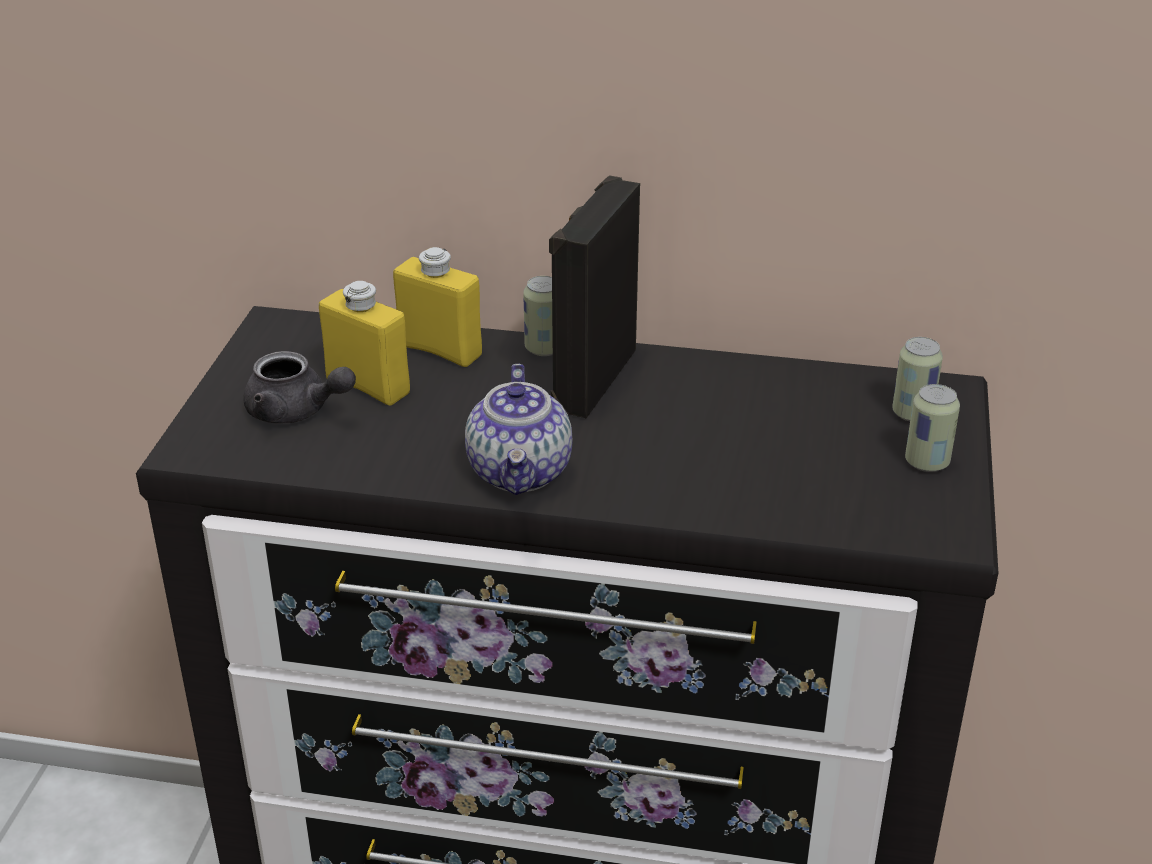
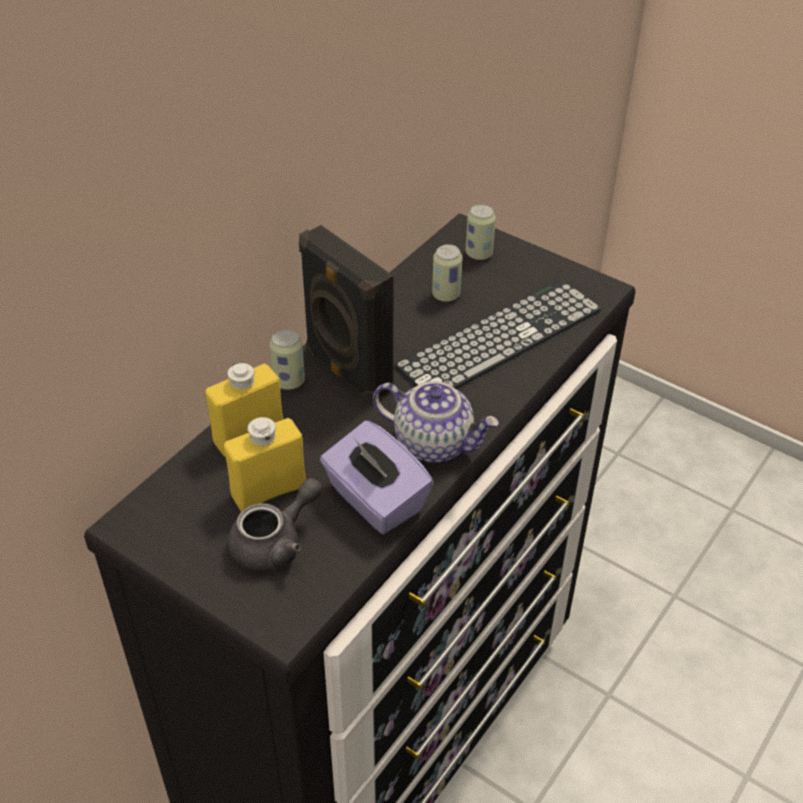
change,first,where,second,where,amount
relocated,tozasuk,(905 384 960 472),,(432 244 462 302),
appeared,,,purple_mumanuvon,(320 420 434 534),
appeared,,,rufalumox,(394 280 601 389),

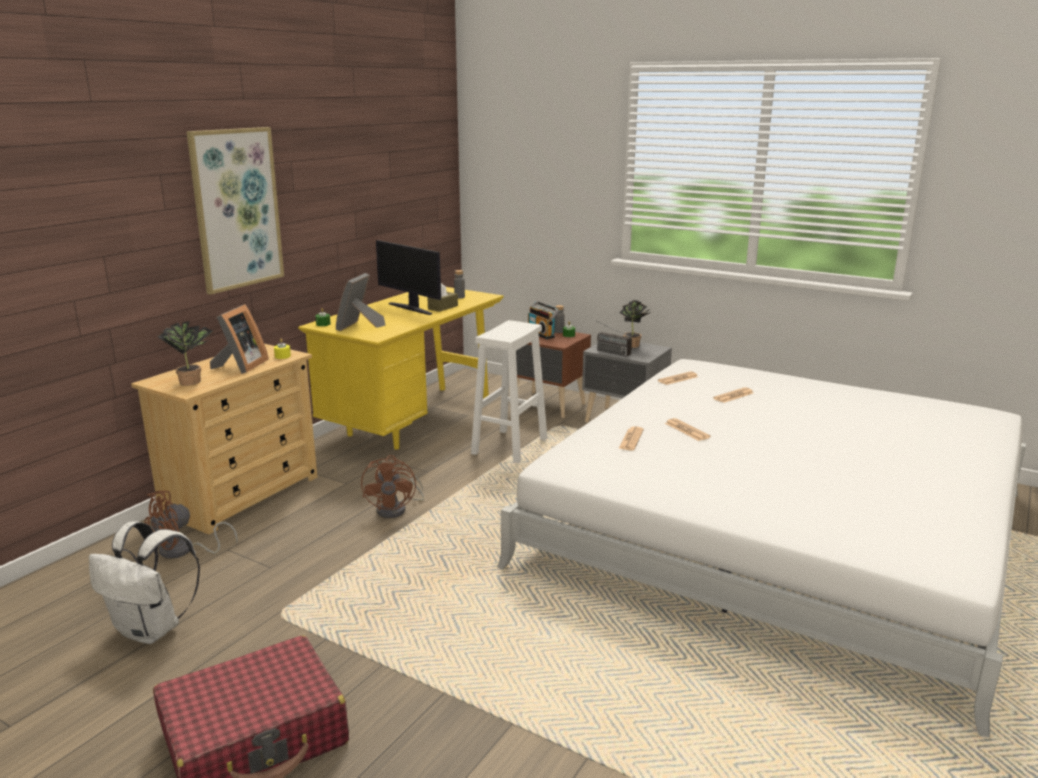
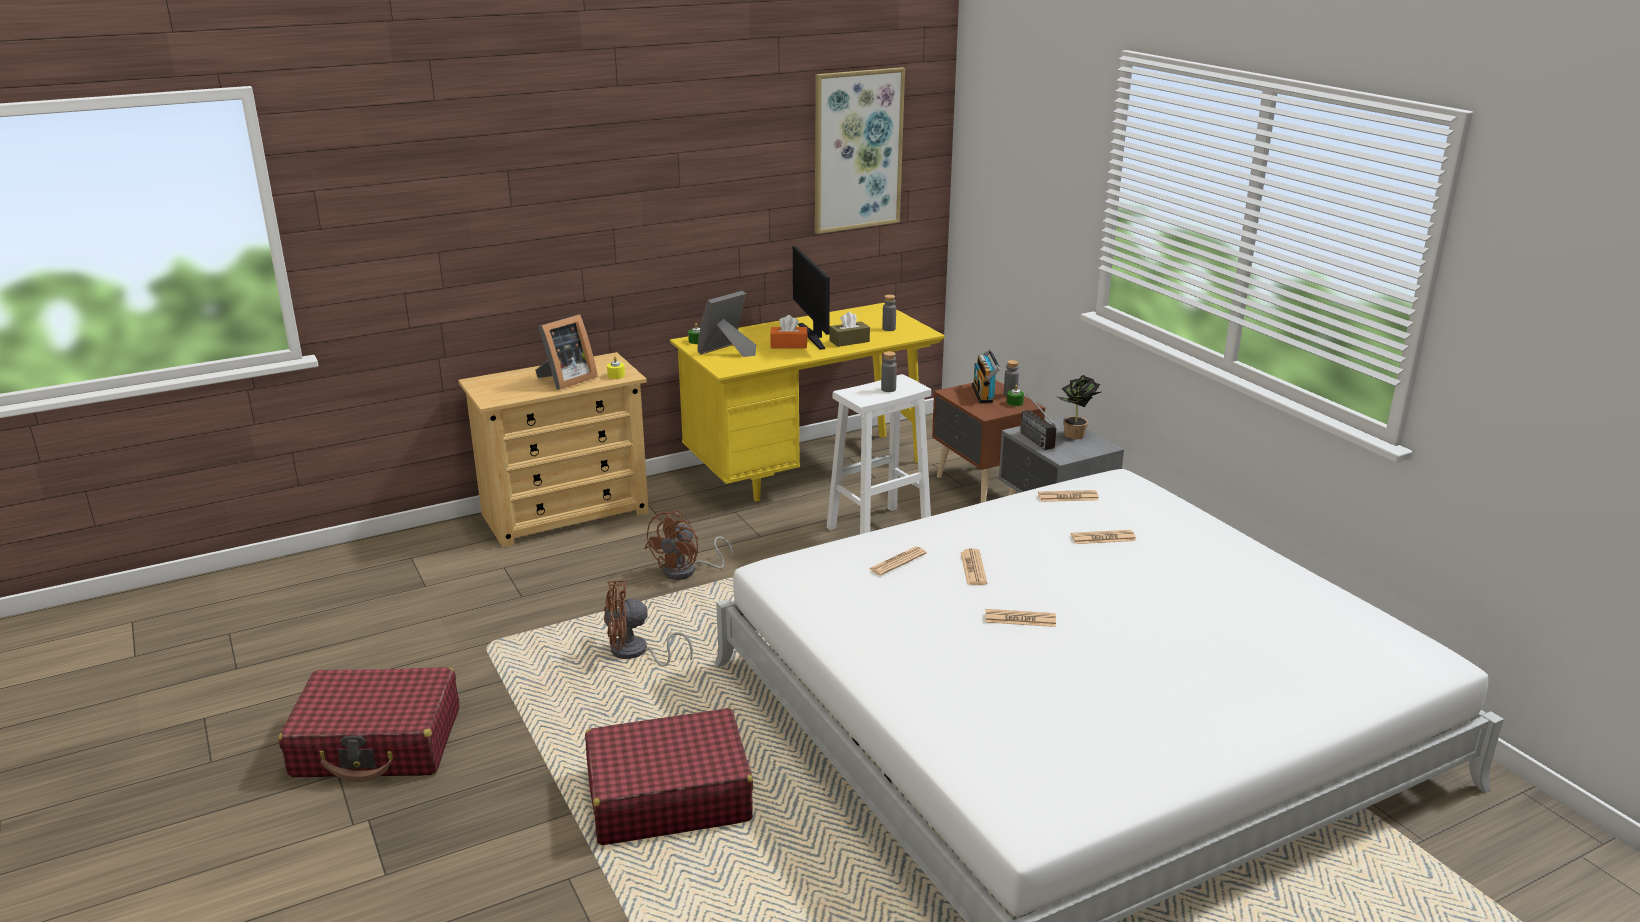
change,first,where,second,where,amount
missing,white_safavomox,(89 521 200 644),,,
relocated,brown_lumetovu,(145 491 238 559),,(604 580 693 666),
missing,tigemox,(158 321 213 386),,,
relocated,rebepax,(187 127 284 295),,(815 67 905 234),
appeared,,,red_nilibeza,(585 708 753 845),
appeared,,,orange_mumanuvon,(770 315 808 348),
appeared,,,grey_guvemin,(881 351 897 392),
appeared,,,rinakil,(985 609 1056 627),

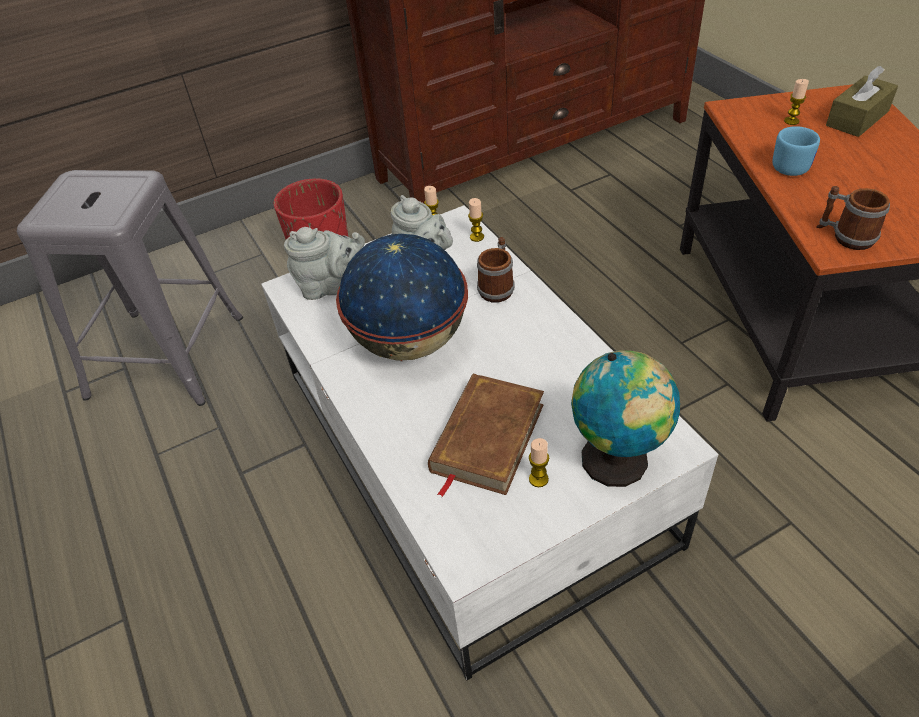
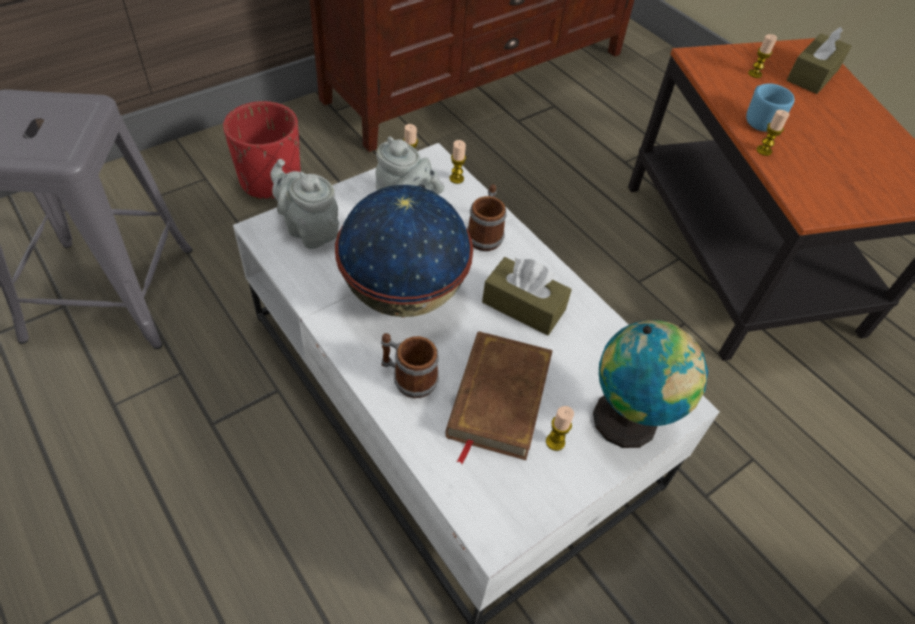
change,first,where,second,where,amount
spun,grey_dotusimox,(284 227 365 300),,(270 159 339 249),120 degrees counterclockwise
relocated,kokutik,(816 186 890 250),,(381 333 439 398),
appeared,,,brown_mumanuvon,(482 257 572 336),
appeared,,,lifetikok,(756 110 789 156),

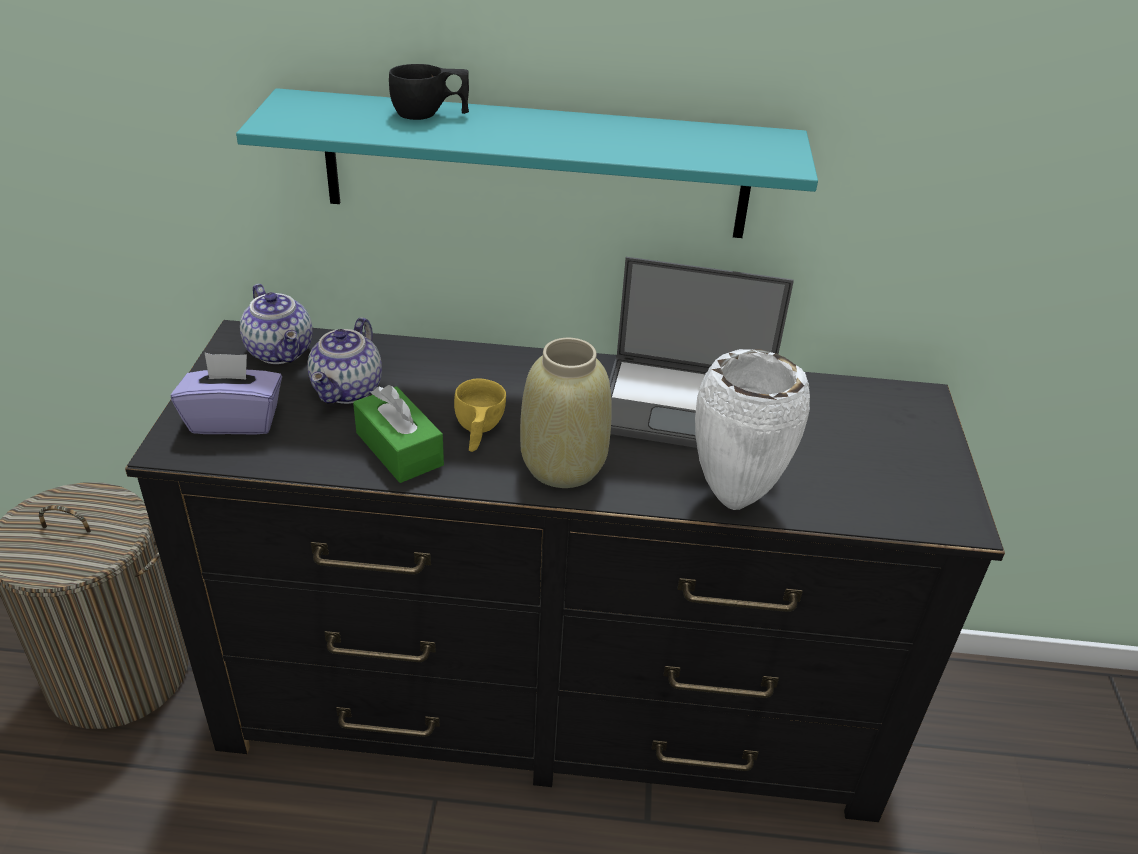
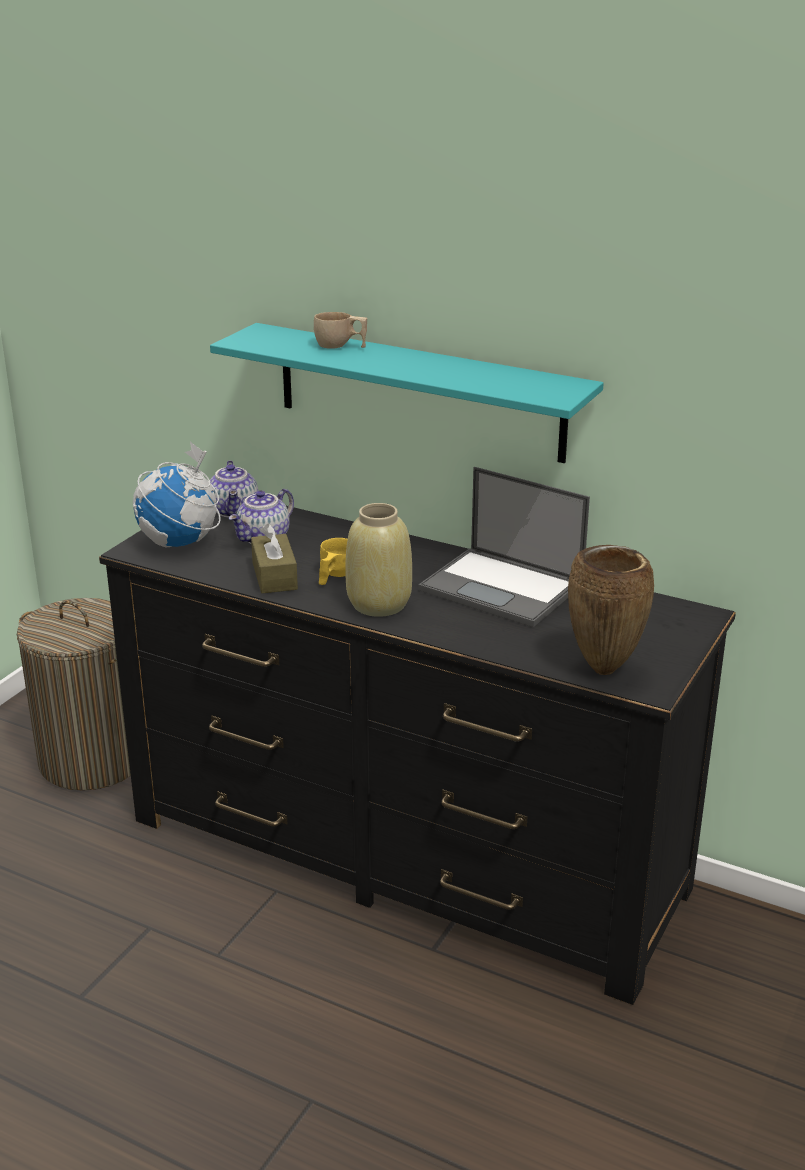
change,first,where,second,where,amount
exchanged,purple_mumanuvon,(171 353 282 435),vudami,(133 442 221 548),
colour,green_mumanuvon,(353 385 444 483),brown_mumanuvon,(251 523 298 593),
colour,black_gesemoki,(389 64 469 120),beige_gesemoki,(314 312 367 349),
missing,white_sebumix,(695 349 810 510),,,
appeared,,,brown_sebumix,(568 545 654 675),

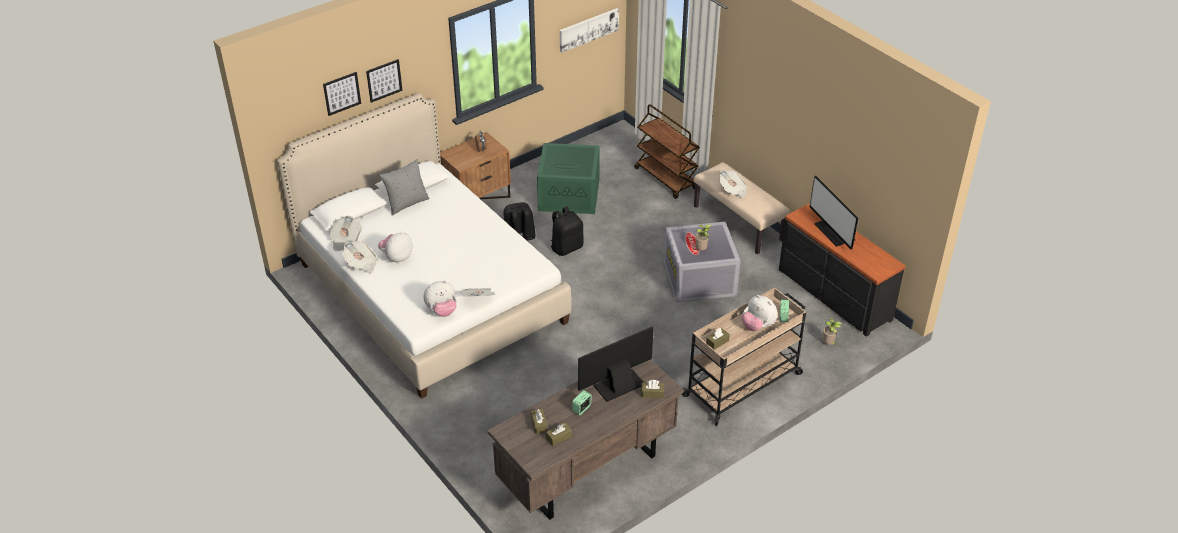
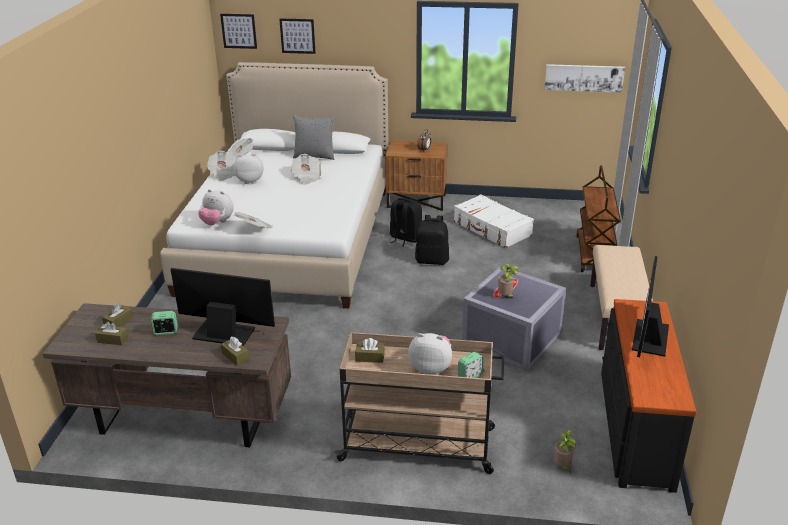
change,first,where,second,where,amount
relocated,rebepax,(366 59 403 103),,(220 14 257 49),
exchanged,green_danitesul,(537 143 600 214),white_nilibeza,(454 194 534 248),
relocated,rinakil,(719 170 748 199),,(291 154 322 185),
spun,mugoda,(741 295 778 331),,(408 333 452 375),105 degrees clockwise

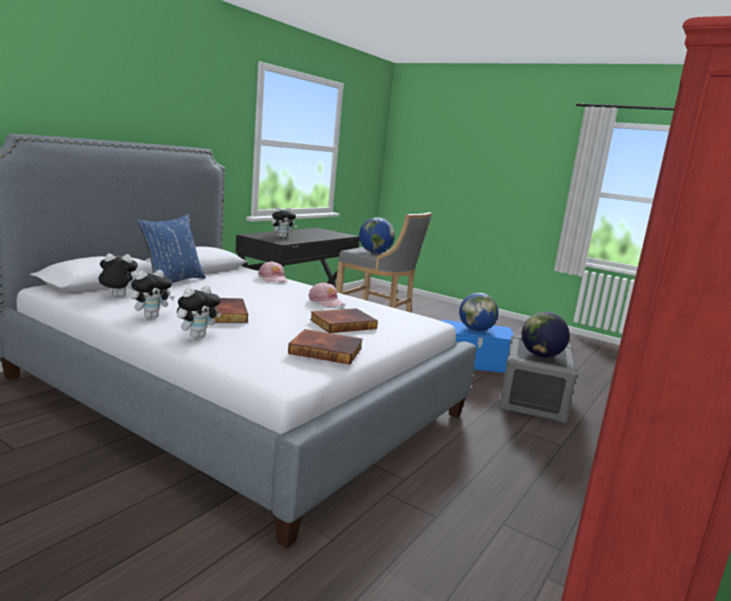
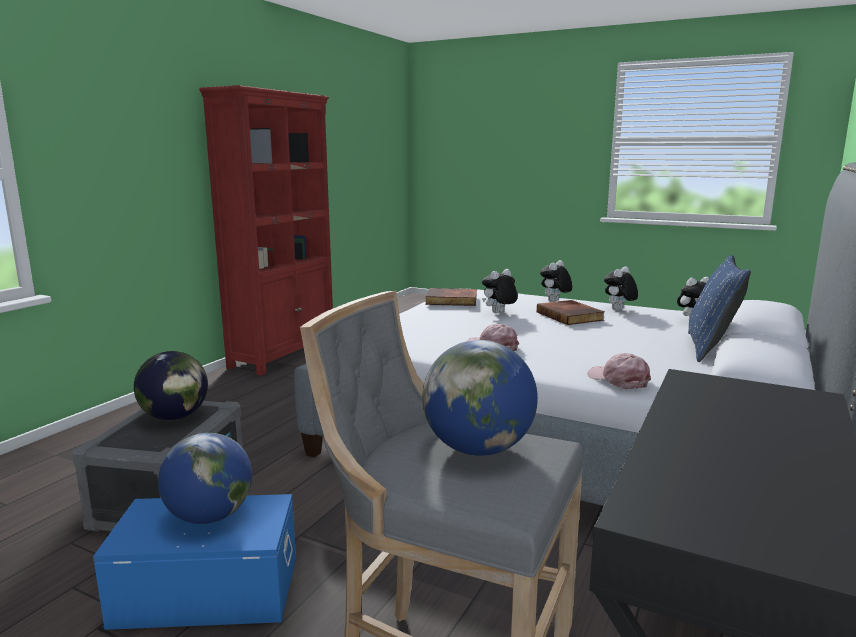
change,first,where,second,where,amount
relocated,mugoda,(271 207 297 238),,(482 269 518 313),
missing,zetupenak,(310 308 378 333),,,

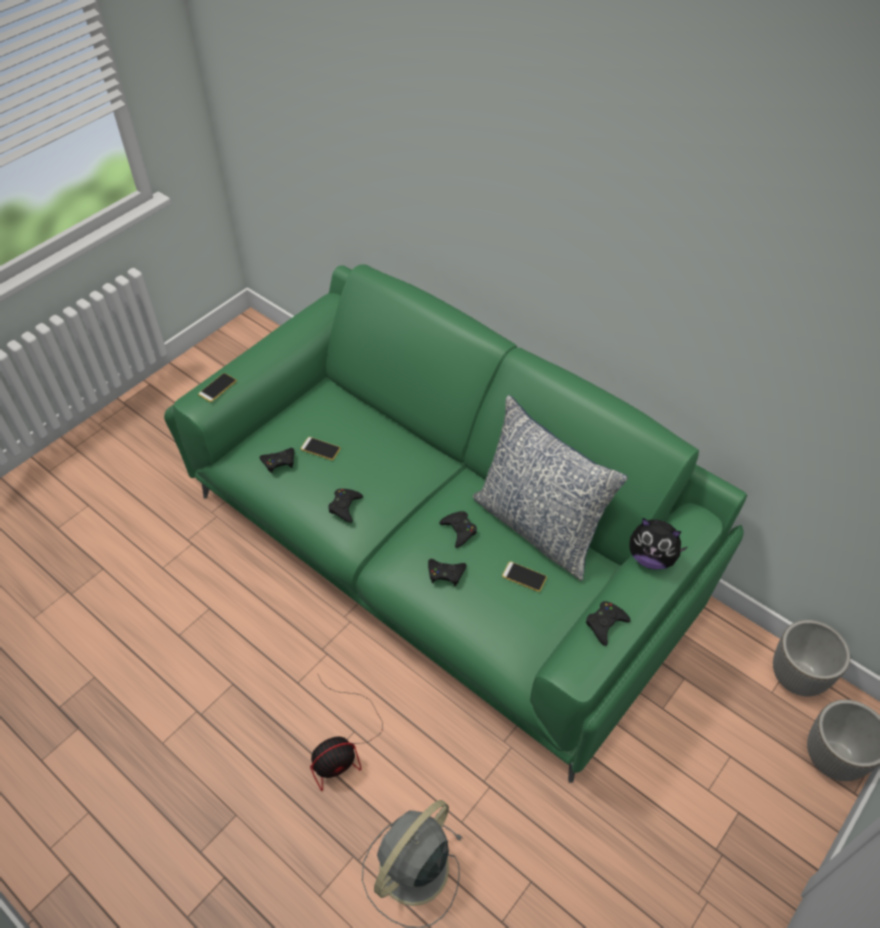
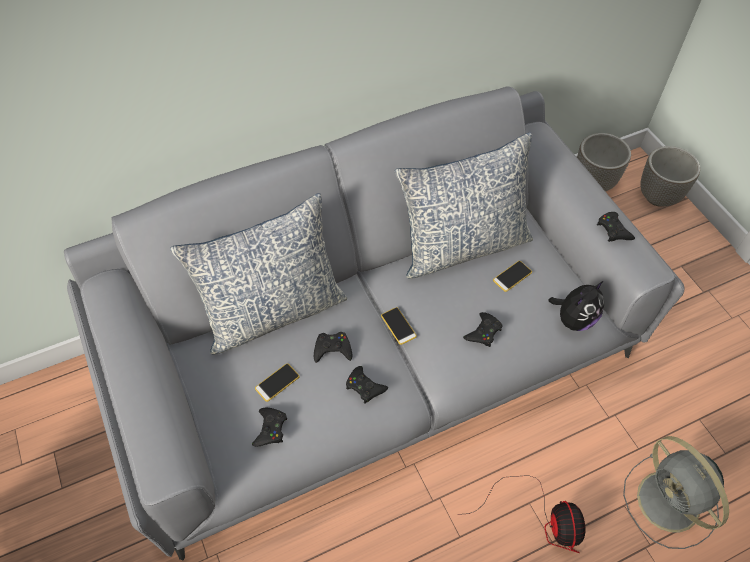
change,first,where,second,where,amount
colour,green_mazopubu,(164 265 747 783),grey_mazopubu,(64 87 684 561),
relocated,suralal,(198 373 237 402),,(381 307 417 345),
relocated,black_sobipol,(439 511 477 548),,(314 332 352 363),
relocated,mugoda,(629 518 687 570),,(548 281 605 331),
appeared,,,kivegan,(170 193 347 355),

